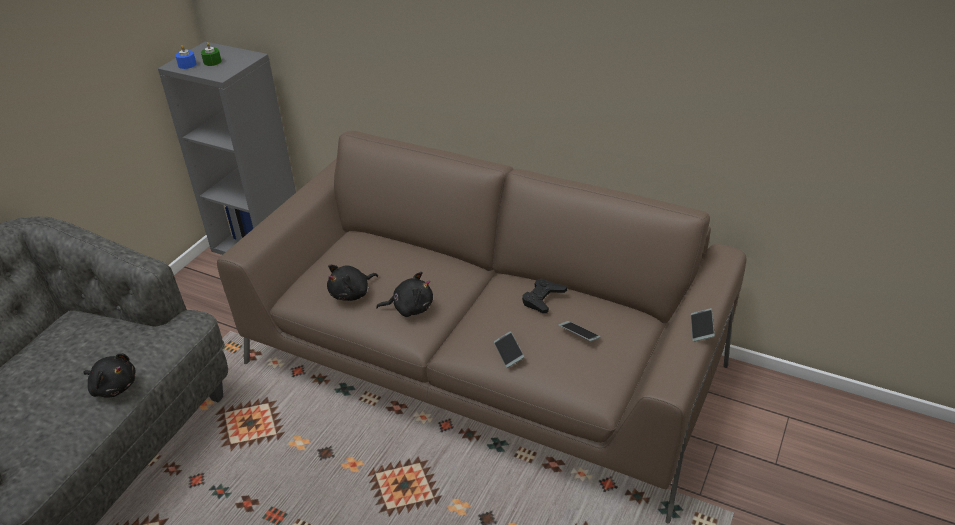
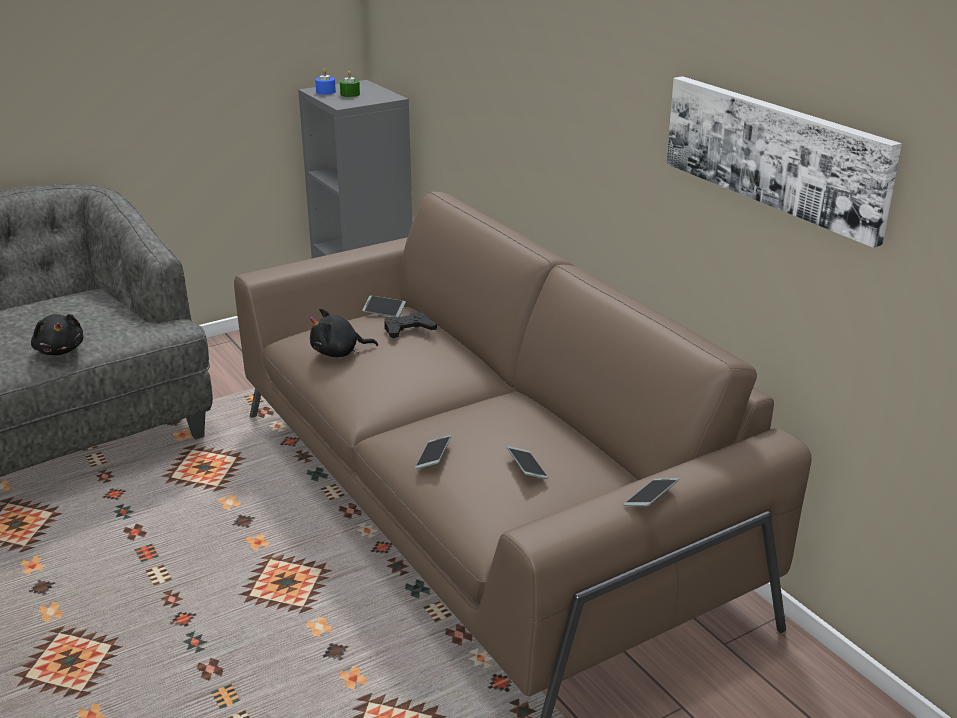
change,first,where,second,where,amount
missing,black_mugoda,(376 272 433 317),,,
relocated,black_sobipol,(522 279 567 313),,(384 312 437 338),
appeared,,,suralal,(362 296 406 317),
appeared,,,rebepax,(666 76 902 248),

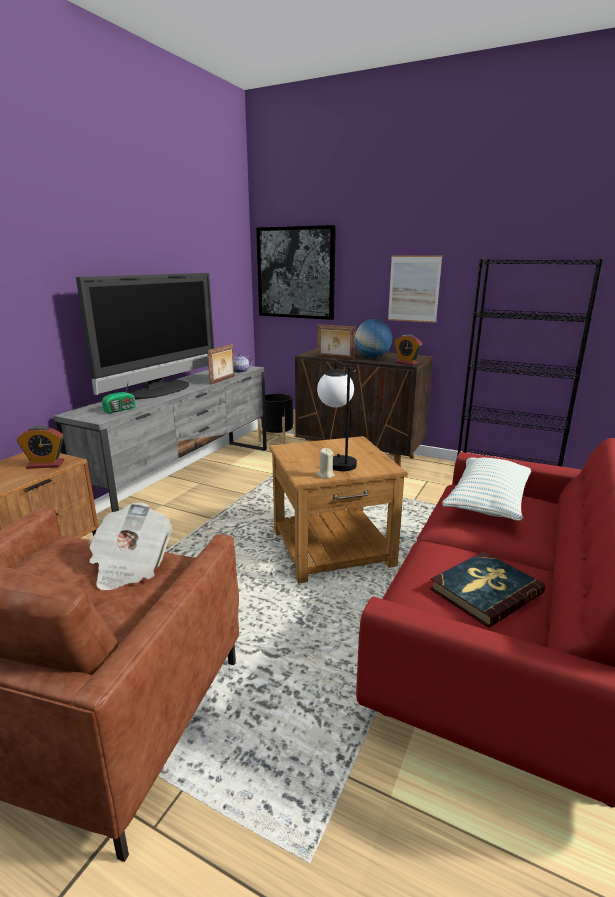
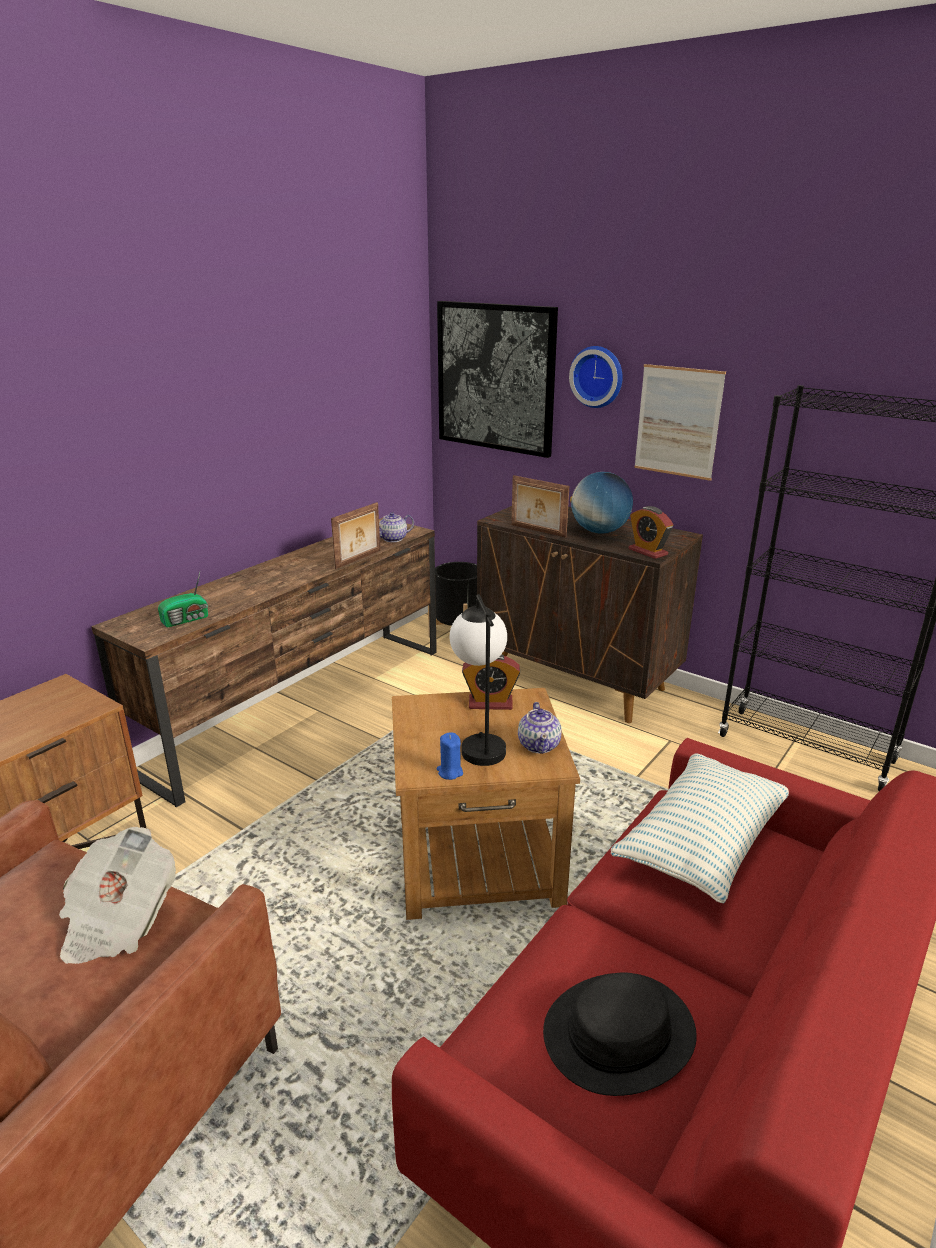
change,first,where,second,where,amount
relocated,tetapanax,(16 425 64 469),,(462 654 520 710),
colour,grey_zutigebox,(54 366 267 530),brown_zutigebox,(91 518 437 807),
missing,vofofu,(76 273 214 399),,,
colour,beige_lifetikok,(317 448 335 479),blue_lifetikok,(437 732 463 780),
exchanged,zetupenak,(430 552 545 627),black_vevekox,(543 972 697 1096),
appeared,,,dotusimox,(518 702 562 754),
appeared,,,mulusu,(569 346 623 408),

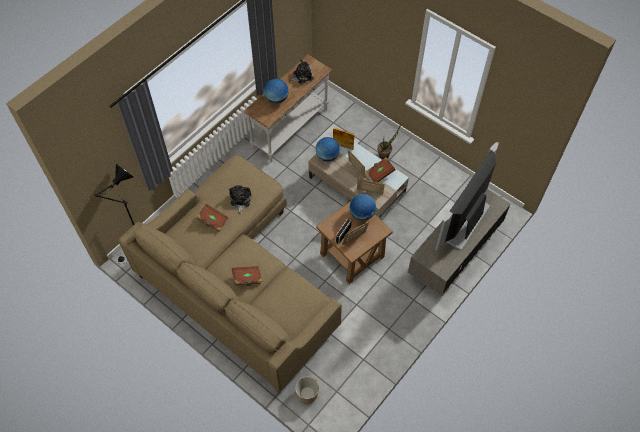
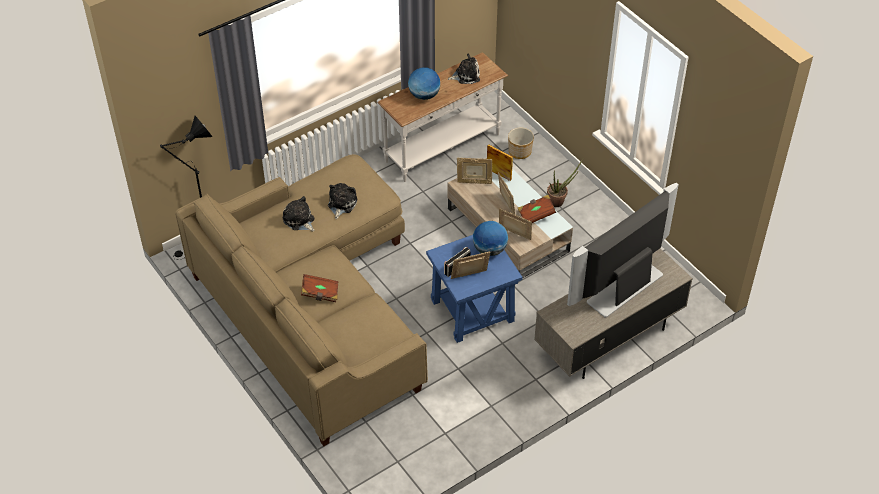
change,first,where,second,where,amount
exchanged,brown_zetupenak,(197 204 229 232),mugoda,(283 196 315 231),
relocated,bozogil,(295 376 319 404),,(508 127 534 159),
exchanged,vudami,(315 137 340 161),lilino,(457 158 492 184),
colour,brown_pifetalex,(316 200 393 284),blue_pifetalex,(426 235 523 343),

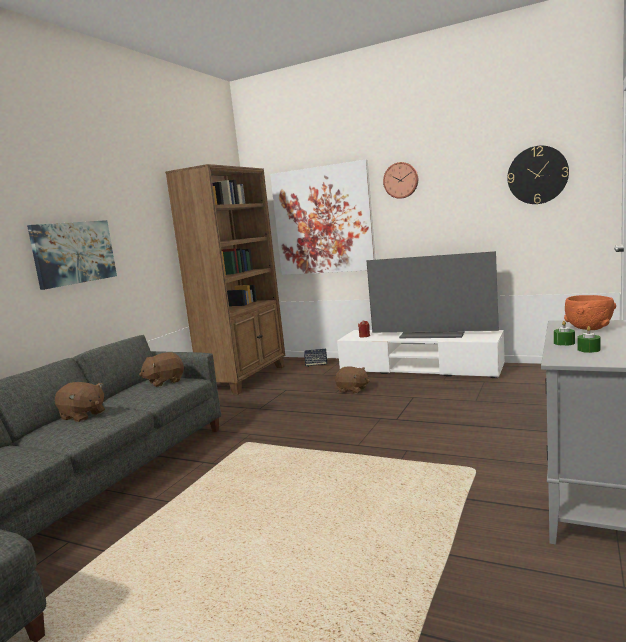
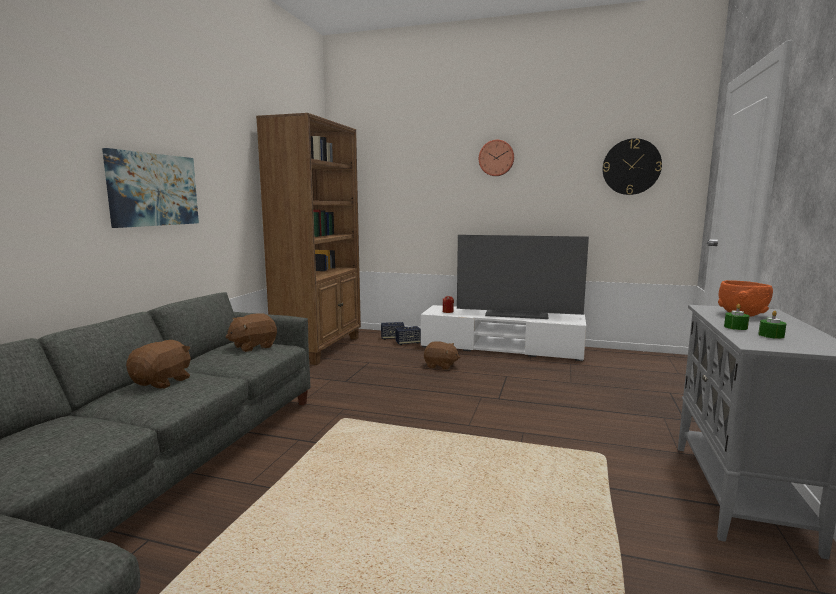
change,first,where,second,where,amount
spun,brown_mugoda,(55 382 105 422),,(126 340 191 389),90 degrees counterclockwise
missing,rebepax,(270 159 376 275),,,
appeared,,,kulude,(395 326 421 345),

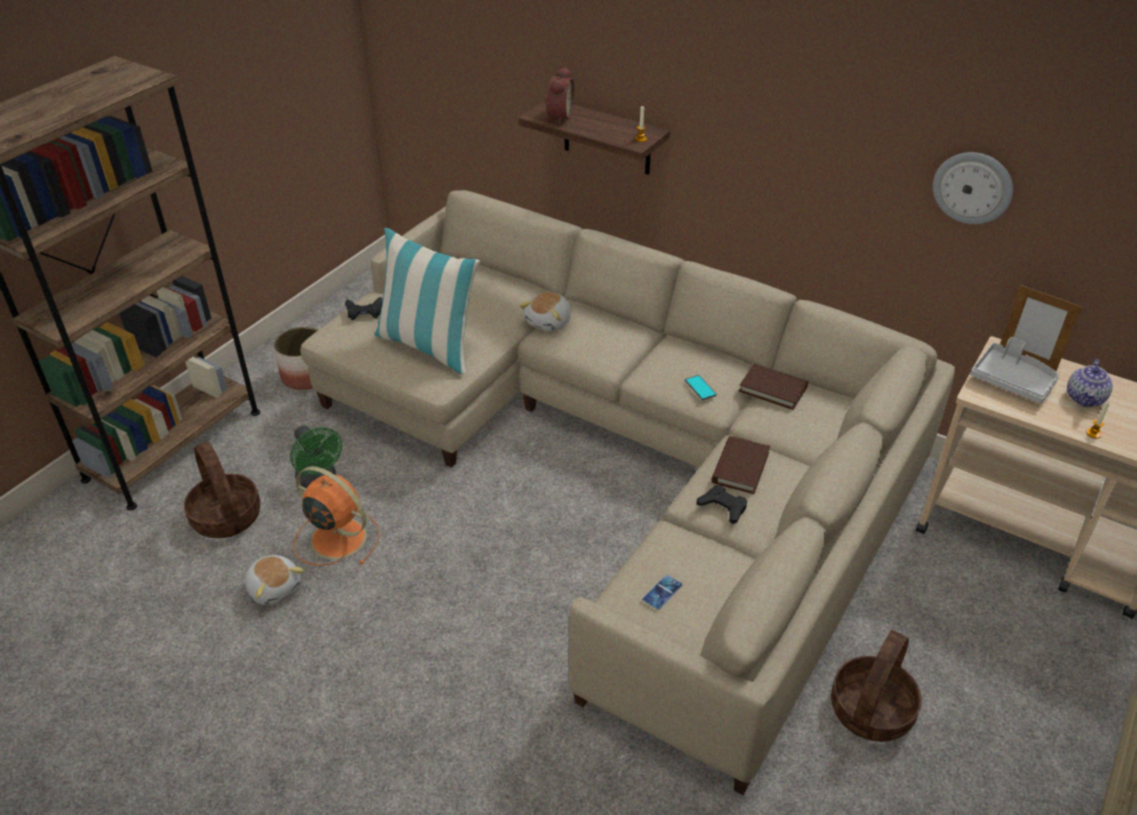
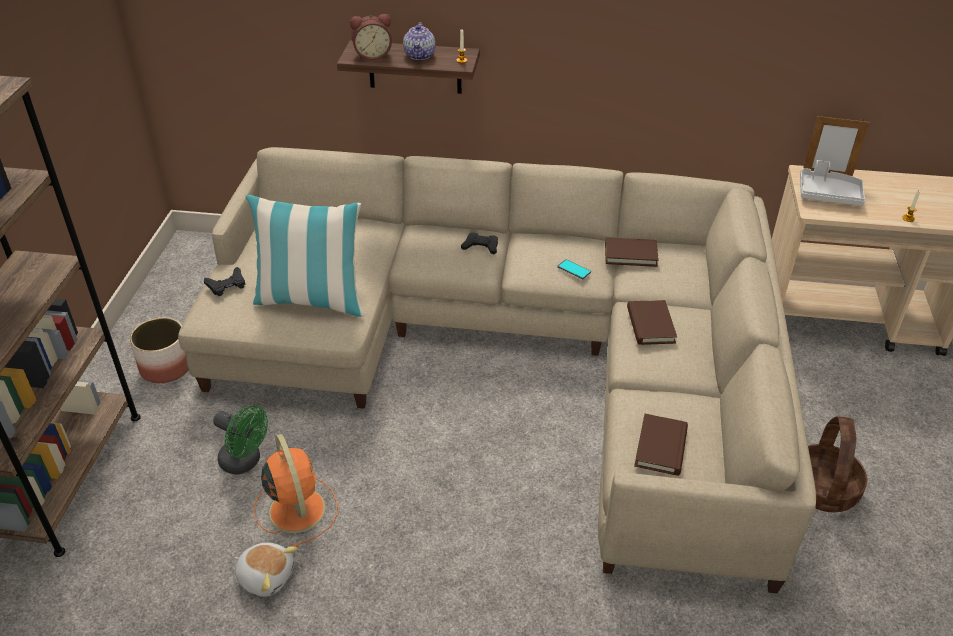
change,first,where,second,where,amount
missing,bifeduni,(184 442 261 538),,,
spun,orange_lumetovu,(293 466 380 566),,(253 434 337 547),60 degrees clockwise
missing,mugoda,(519 292 571 331),,,
spun,tetapanax,(544 67 575 124),,(350 14 392 60),90 degrees clockwise
exchanged,suralal,(642 575 682 610),brown_zetupenak,(634 414 688 476),
relocated,black_sobipol,(697 485 747 524),,(461 233 498 254),
missing,mulusu,(933 152 1013 224),,,
relocated,dotusimox,(1067 359 1113 407),,(403 22 436 60),

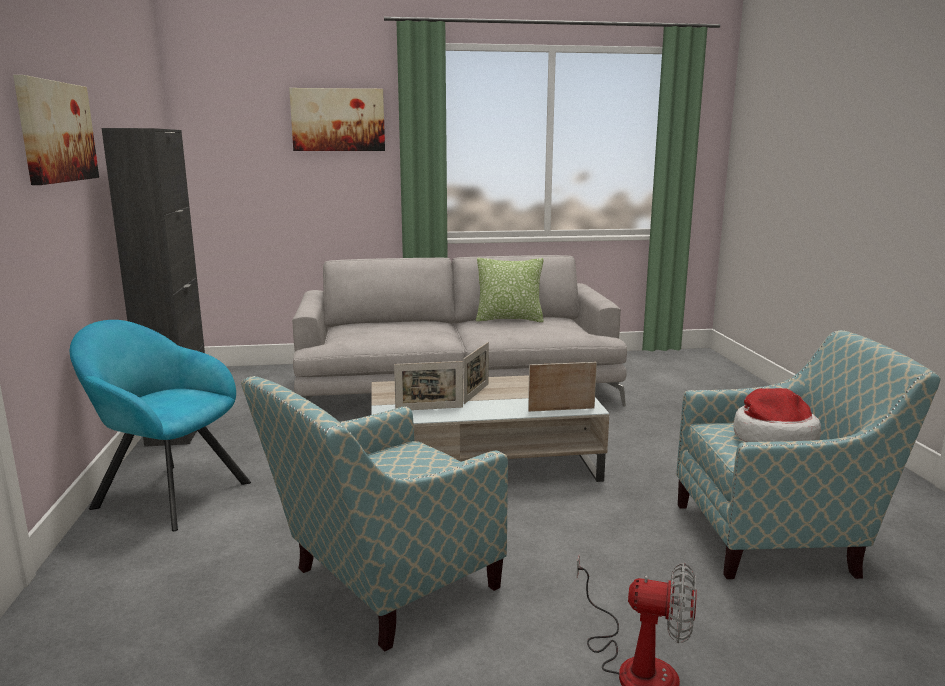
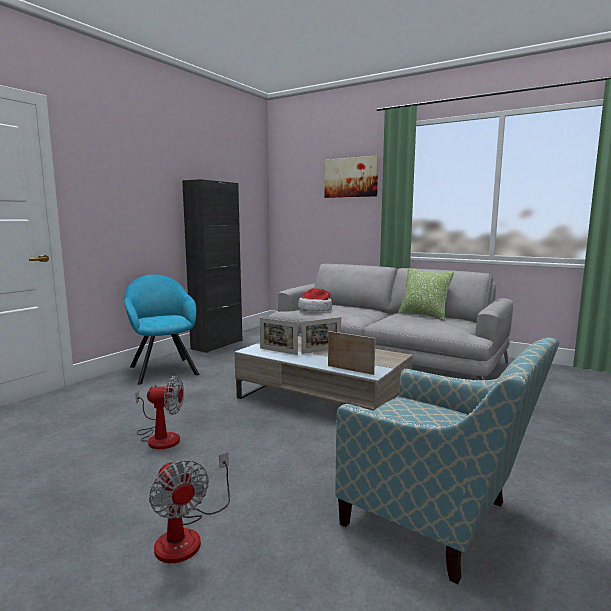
change,first,where,second,where,amount
missing,rebepax,(13 75 99 185),,,
exchanged,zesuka,(241 376 508 651),lumetovu,(135 375 184 449),
relocated,vevekox,(734 388 821 442),,(298 288 332 311),

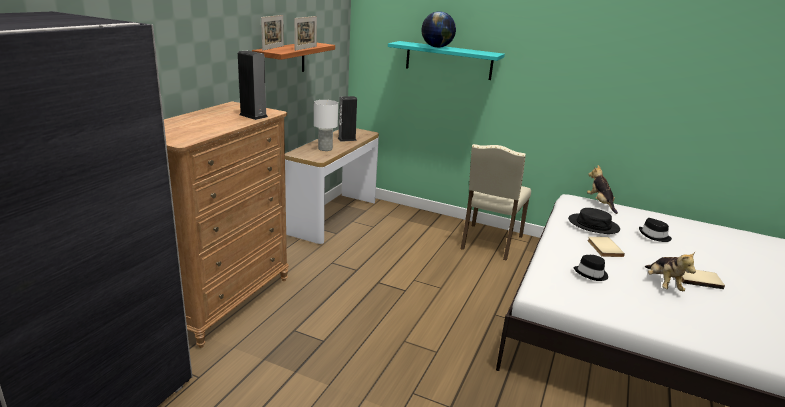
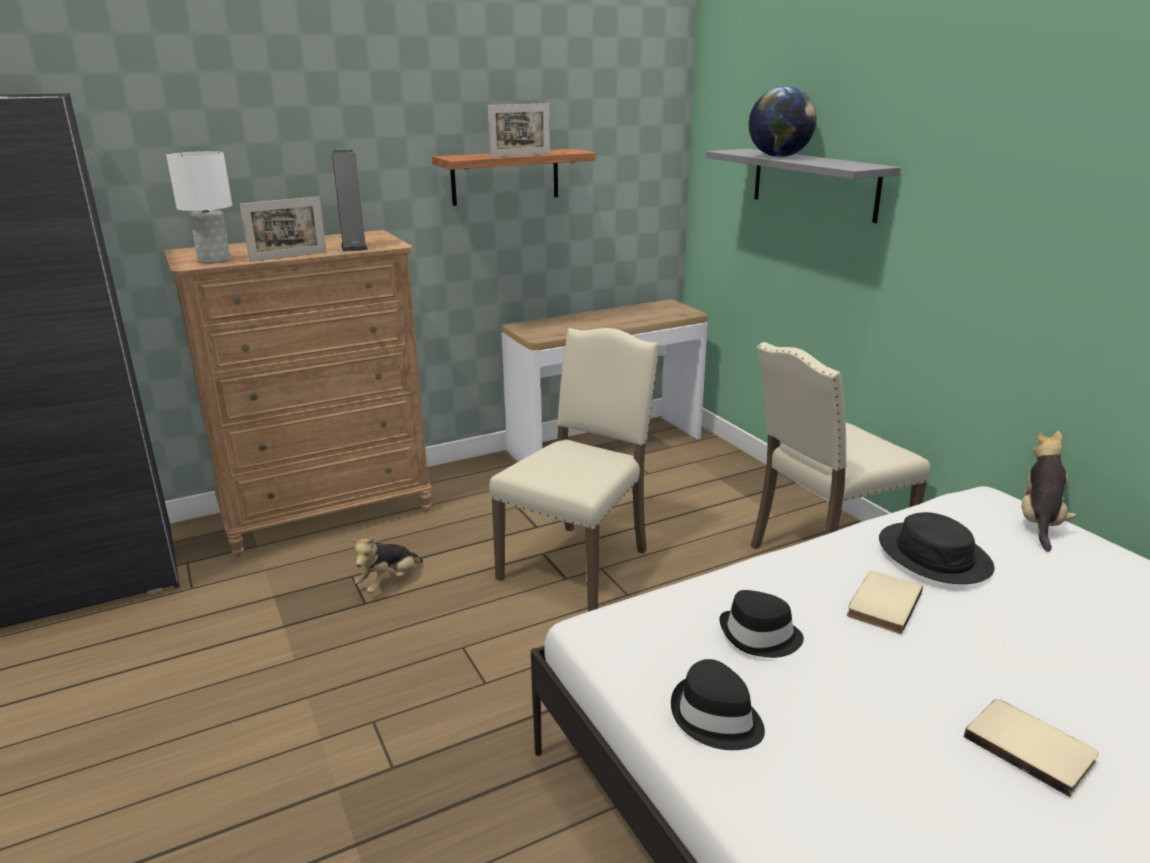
change,first,where,second,where,amount
relocated,lilino,(261 15 284 51),,(240 197 327 262),
relocated,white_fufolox,(314 100 338 151),,(166 151 232 264),
missing,kulude,(338 96 357 142),,,
colour,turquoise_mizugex,(388 41 505 80),grey_mizugex,(706 149 901 223),
relocated,black_vevekox,(639 218 672 242),,(671 659 765 750),
relocated,mugoda,(645 252 696 291),,(350 537 423 594),
appeared,,,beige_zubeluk,(489 328 660 612),

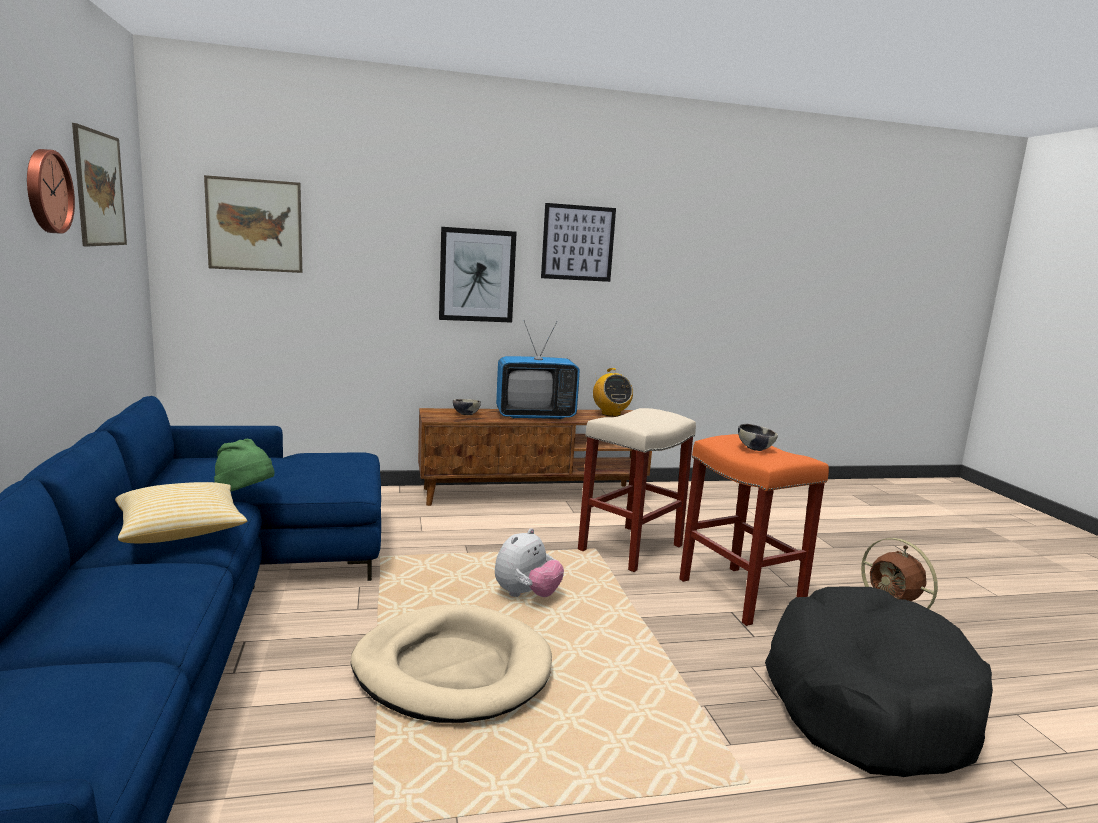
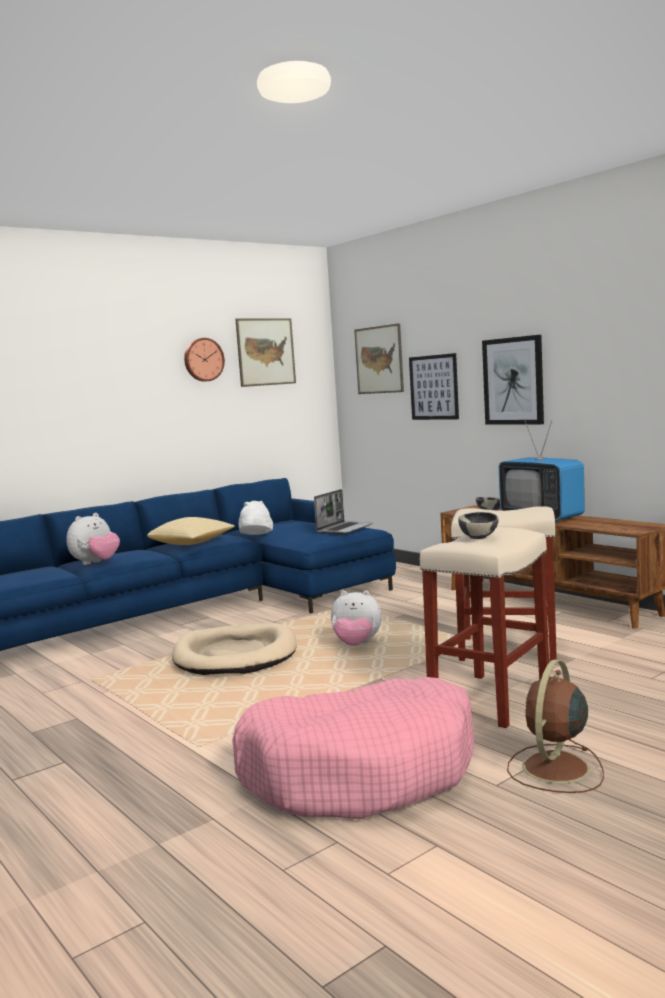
change,first,where,second,where,amount
colour,green_vevekox,(214 439 275 491),white_vevekox,(238 501 273 535),
relocated,rebepax,(541 203 616 282),,(409 353 459 420),
missing,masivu,(593 368 633 416),,,
colour,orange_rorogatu,(679 434 829 626),beige_rorogatu,(420 527 550 728),
colour,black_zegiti,(765 587 993 777),pink_zegiti,(232 676 474 819),
appeared,,,mugoda,(66 513 120 565),
appeared,,,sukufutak,(314 489 373 534),

